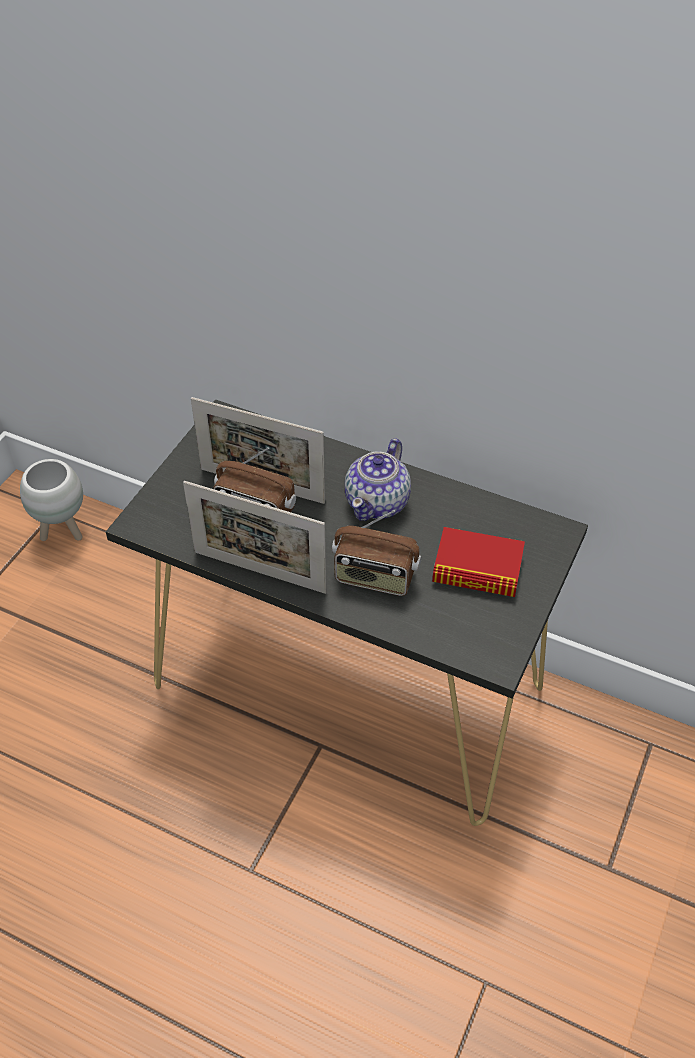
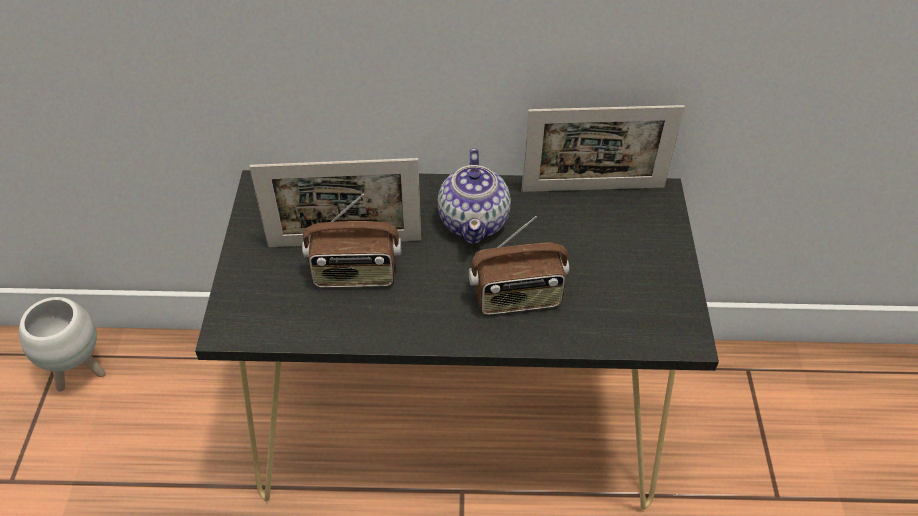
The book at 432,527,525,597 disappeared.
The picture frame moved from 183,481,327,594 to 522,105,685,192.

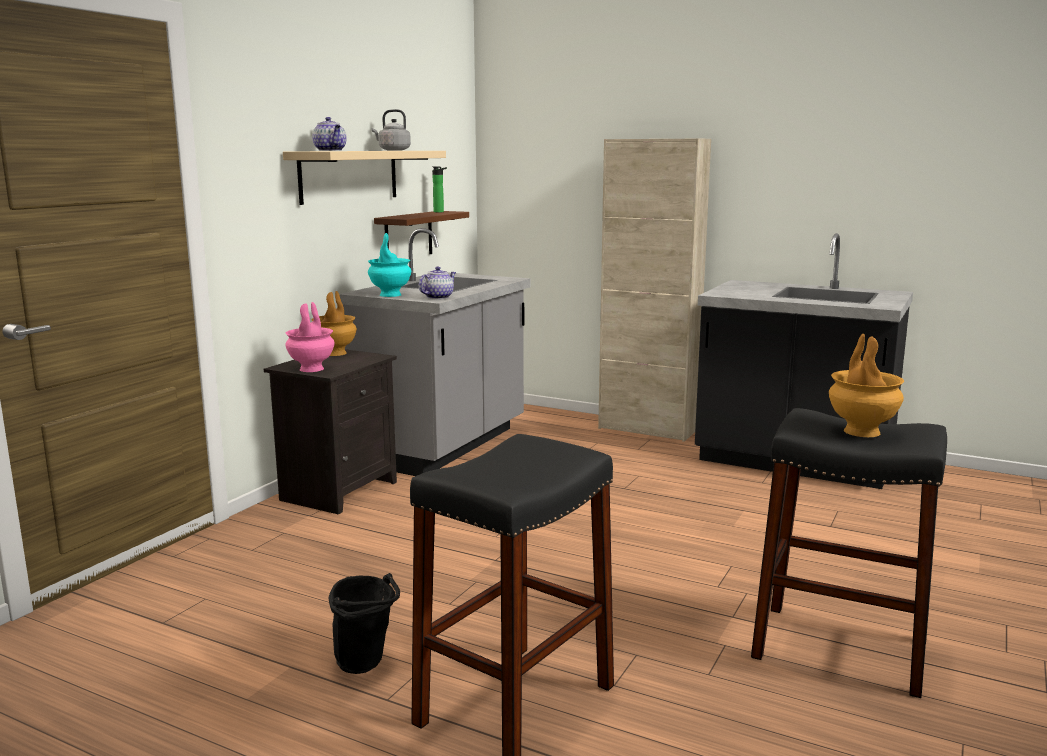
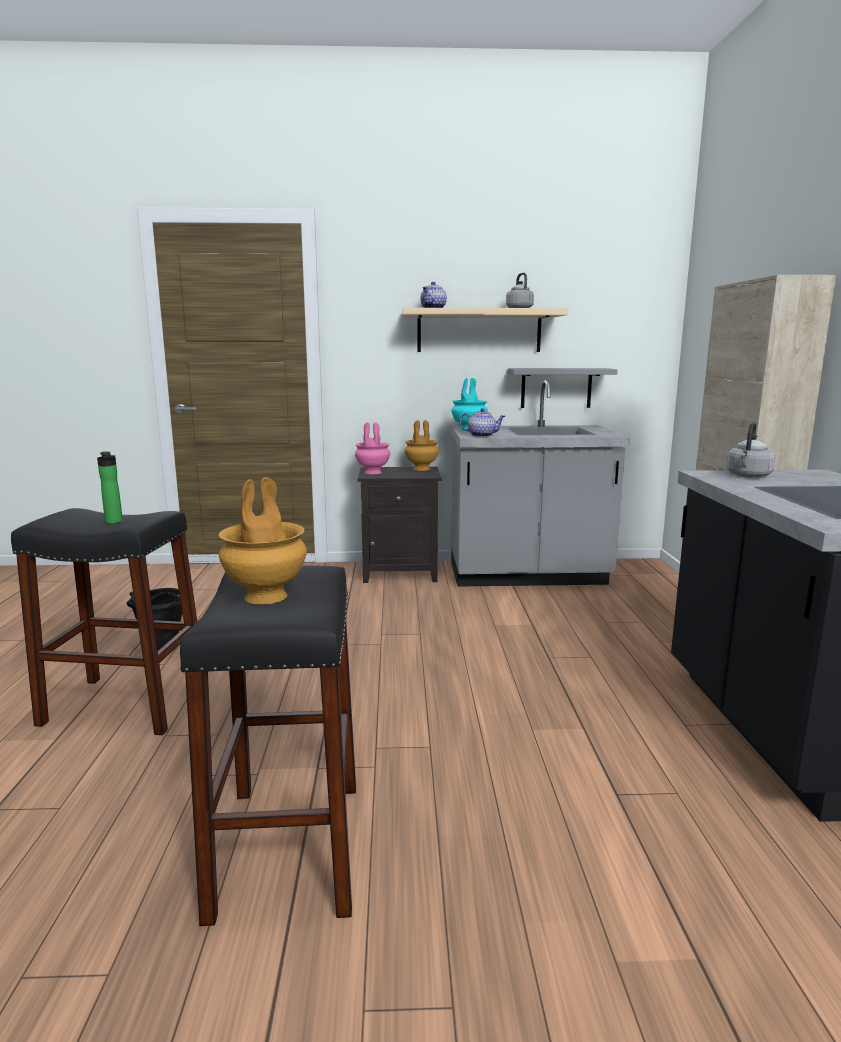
The kettle (grey) at 726,422,775,478 appeared.
The bottle moved from 432,166,447,212 to 97,451,123,524.
The shelf (brown) at 374,211,469,254 became the shelf (grey) at 508,368,617,408.

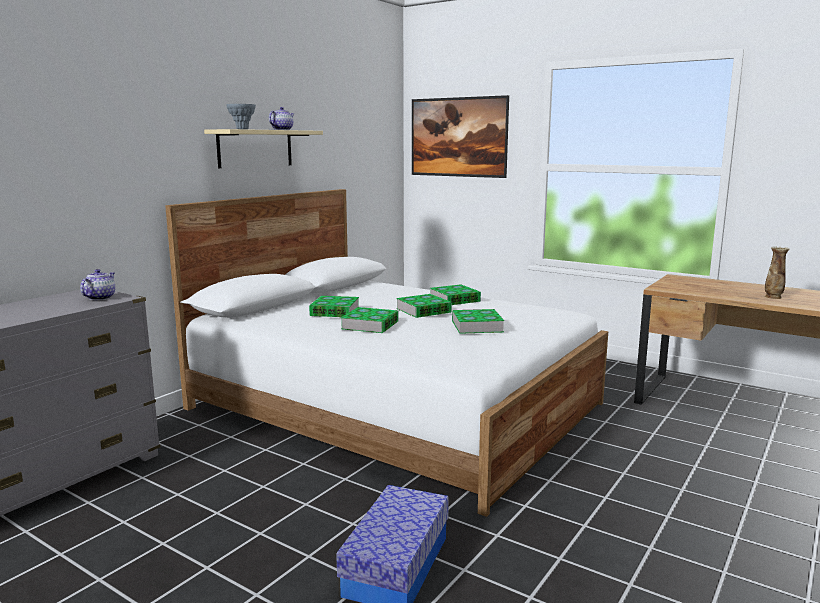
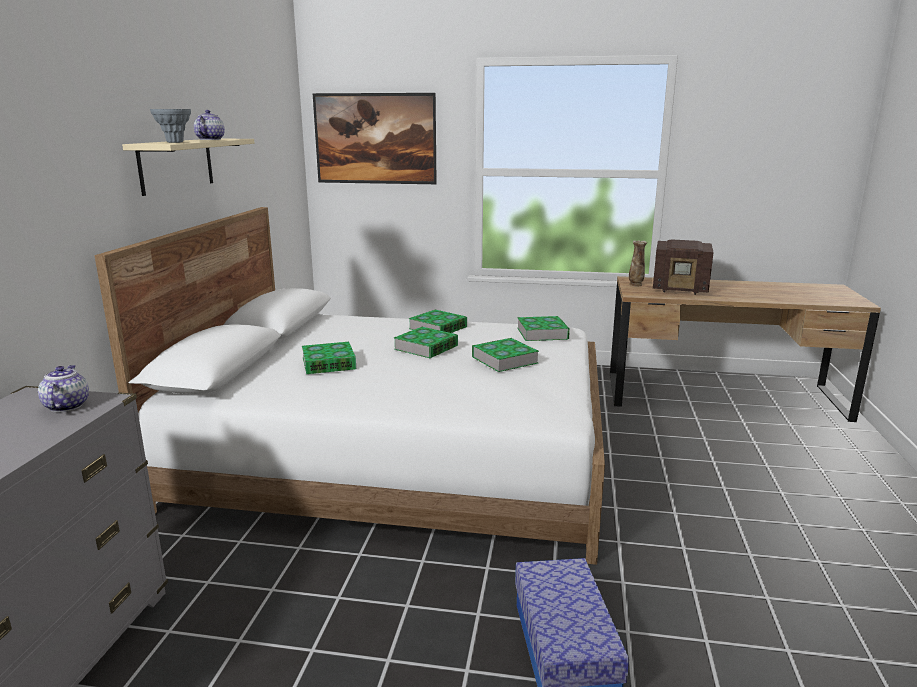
The radio at 653,240,714,295 appeared.
The book moved from 340,307,398,333 to 517,316,570,341.
The vase moved from 765,246,790,299 to 629,240,647,287.

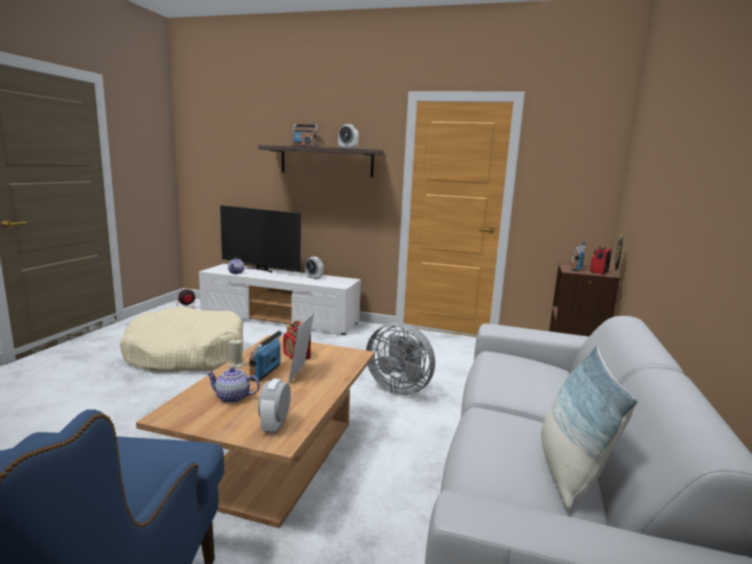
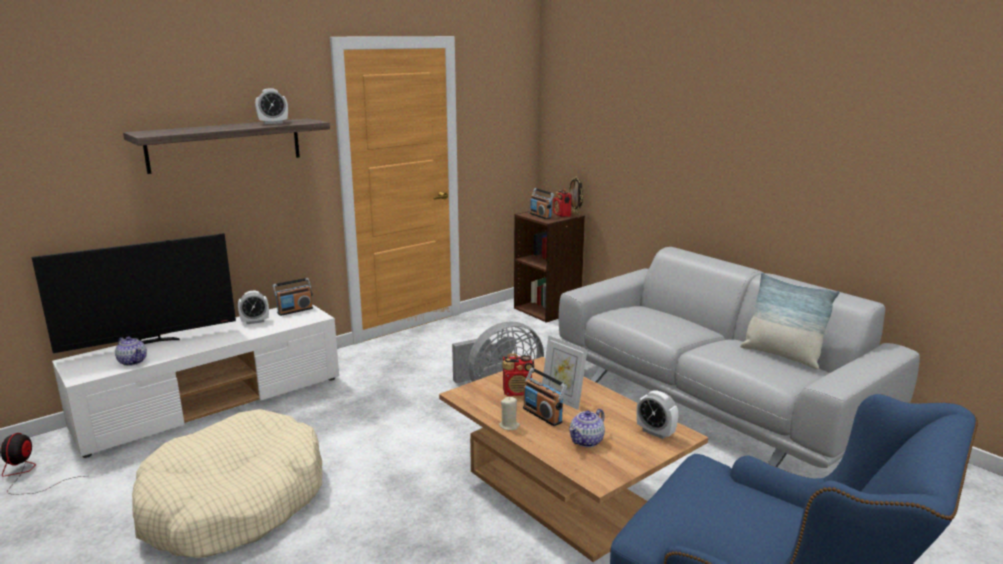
The radio moved from 292,124,318,147 to 273,278,313,316.

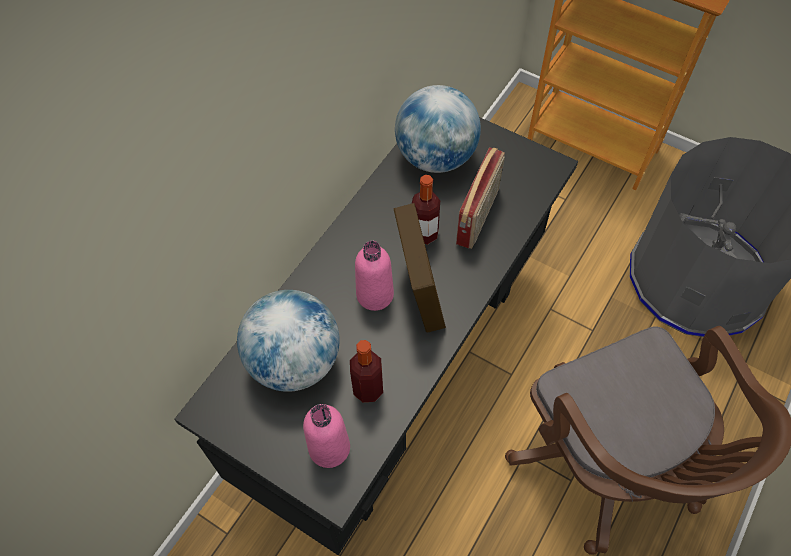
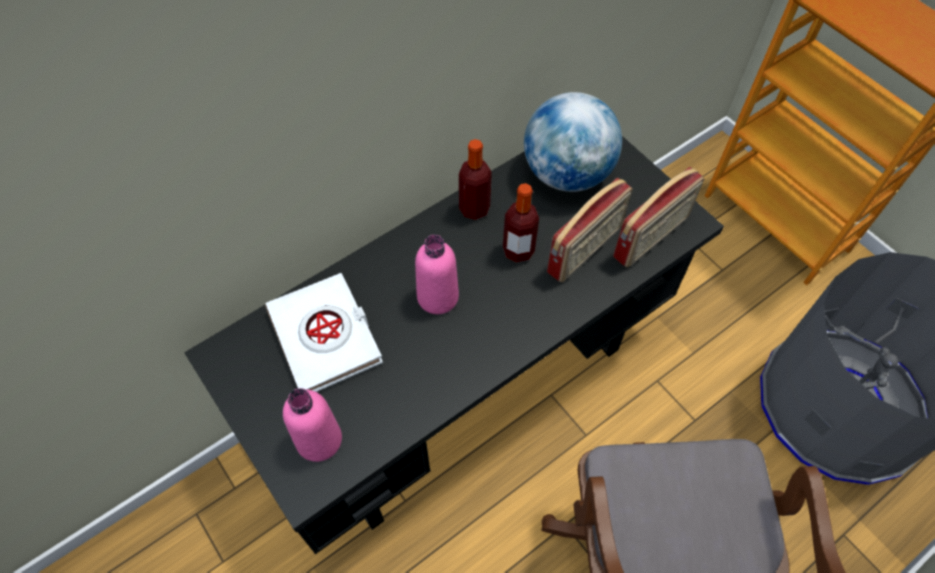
The picture frame at 394,203,446,332 disappeared.
The radio at 613,167,704,268 appeared.
The bottle moved from 350,340,383,402 to 459,139,492,220.
The globe at 237,290,339,392 was replaced by the book (white) at 265,273,383,392.

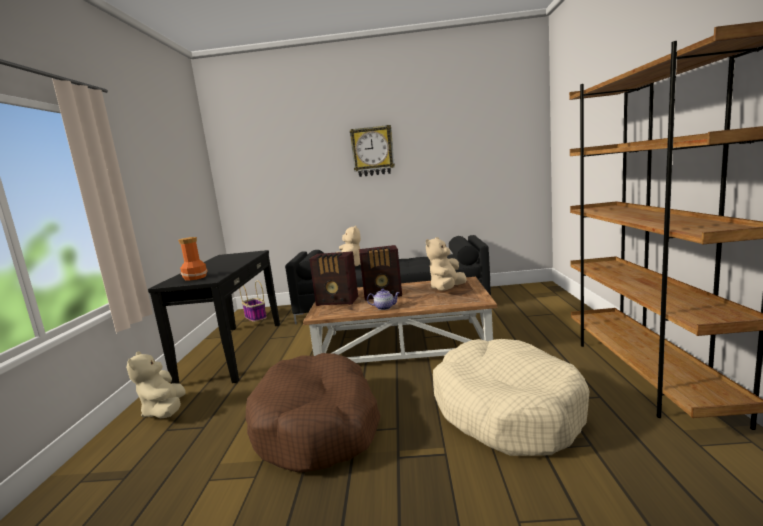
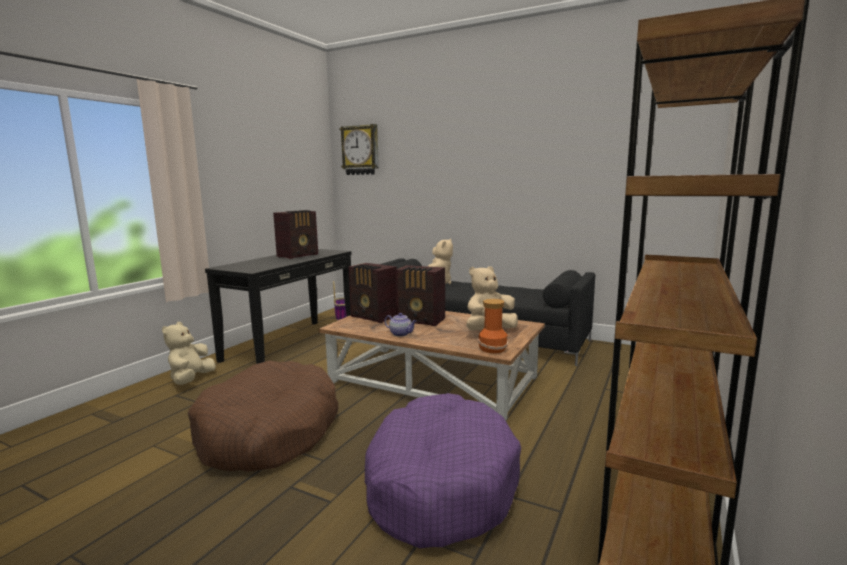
The radio at 273,210,318,259 appeared.
The vase moved from 178,237,207,281 to 478,299,508,353.
The wall clock moved from 350,125,395,177 to 340,124,379,175.
The dog bed (beige) at 433,339,589,456 became the dog bed (purple) at 365,393,521,548.

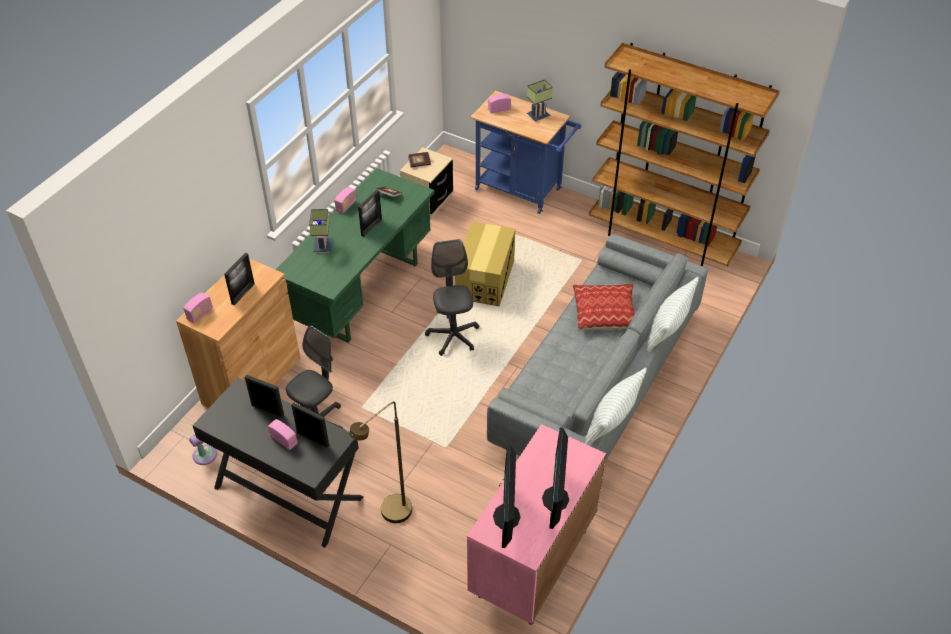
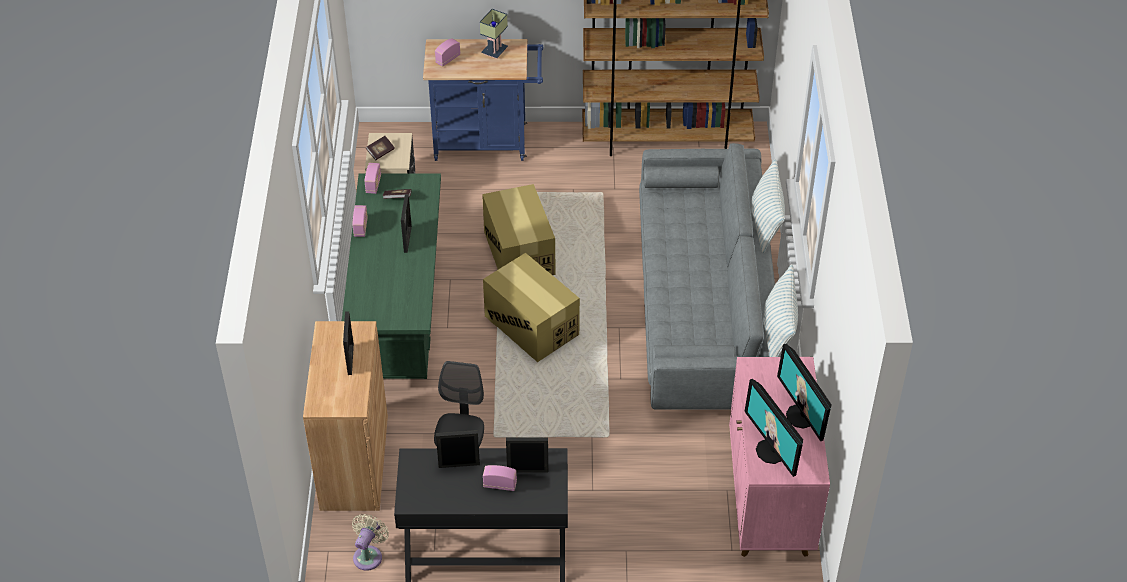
The table lamp at 309,209,332,253 disappeared.
The floor lamp (brown) at 349,401,412,523 disappeared.
The pillow at 573,284,635,331 disappeared.
The radio moved from 183,292,213,323 to 364,163,381,194.
The office chair (grey) at 425,239,479,356 was replaced by the cardboard box at 483,253,580,362.

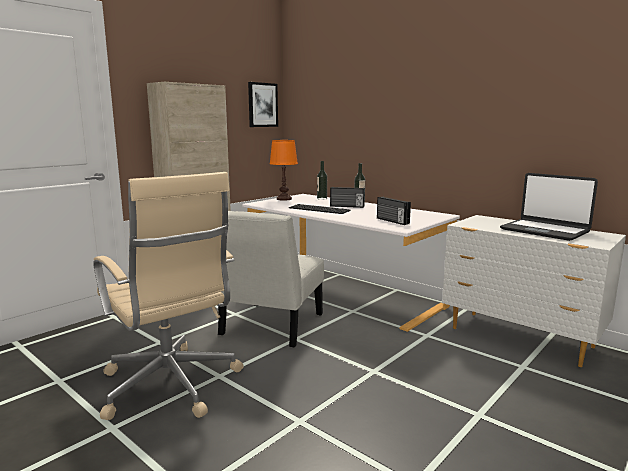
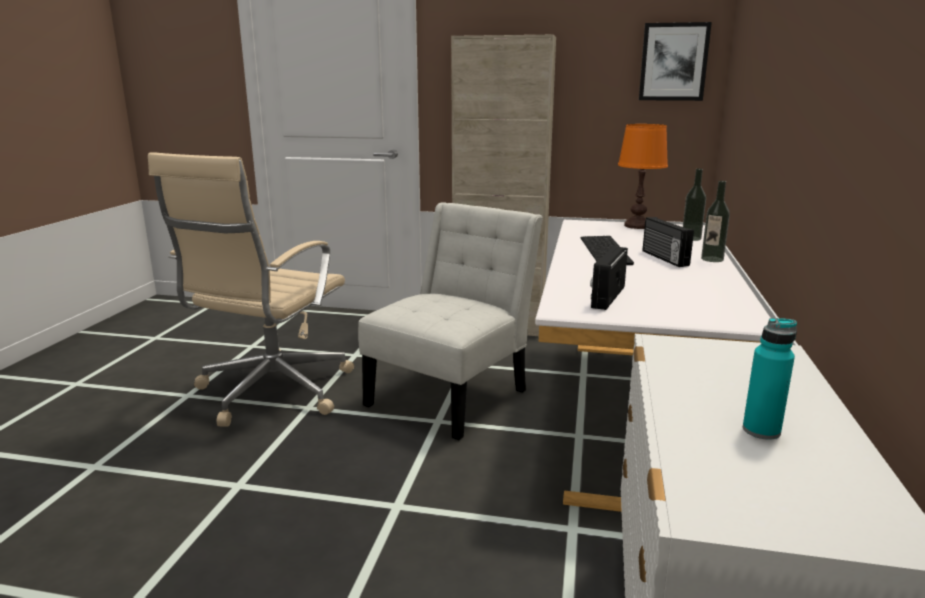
The laptop at 500,173,598,241 was replaced by the bottle (turquoise) at 743,318,797,440.
The chair (white) at 218,211,324,347 turned 135 degrees clockwise.

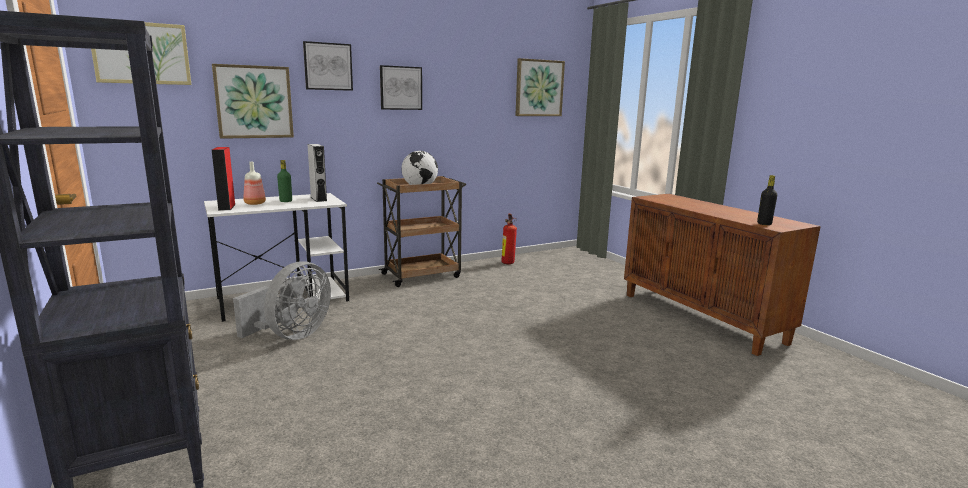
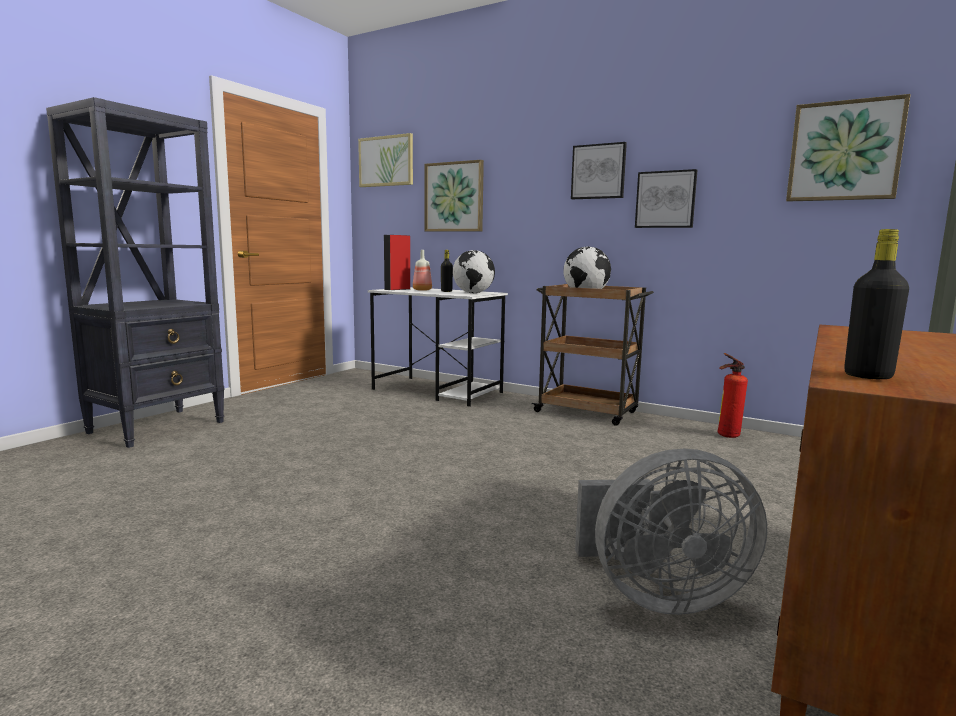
The fan (grey) moved from 233,262,331,340 to 575,449,767,615.
The picture moved from 303,41,353,91 to 635,169,697,228.
The speaker (grey) at 307,144,327,202 was replaced by the globe at 453,250,495,293.
The bottle (green) at 277,160,292,202 became the bottle (black) at 441,250,453,292.

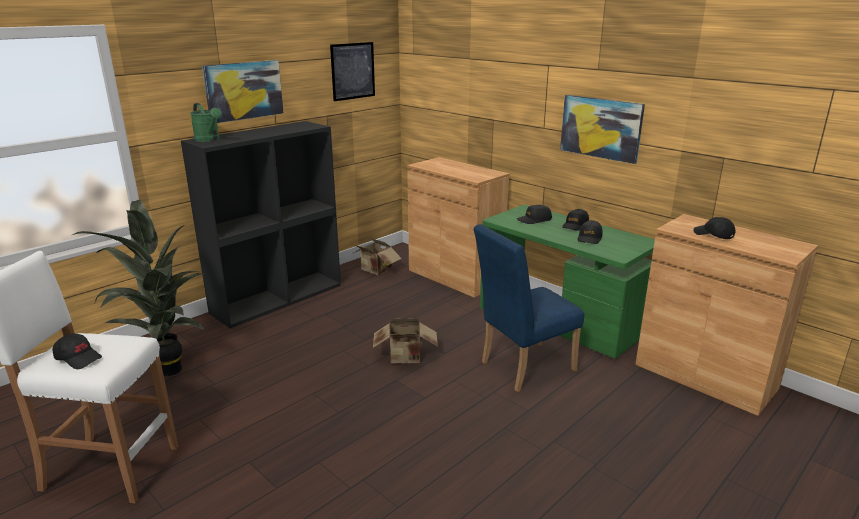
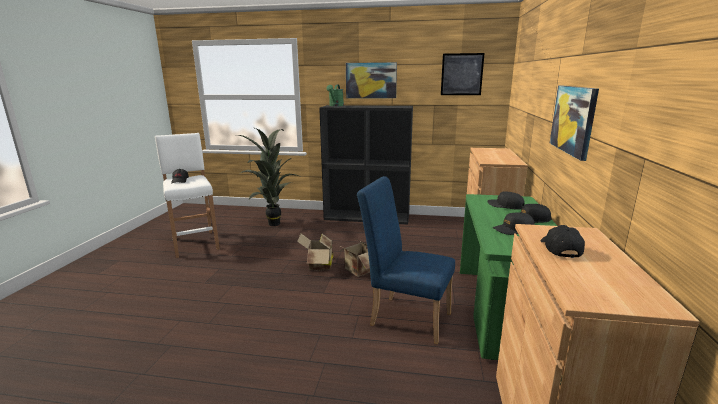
The cardboard box moved from 352,237,402,275 to 297,233,334,271.

